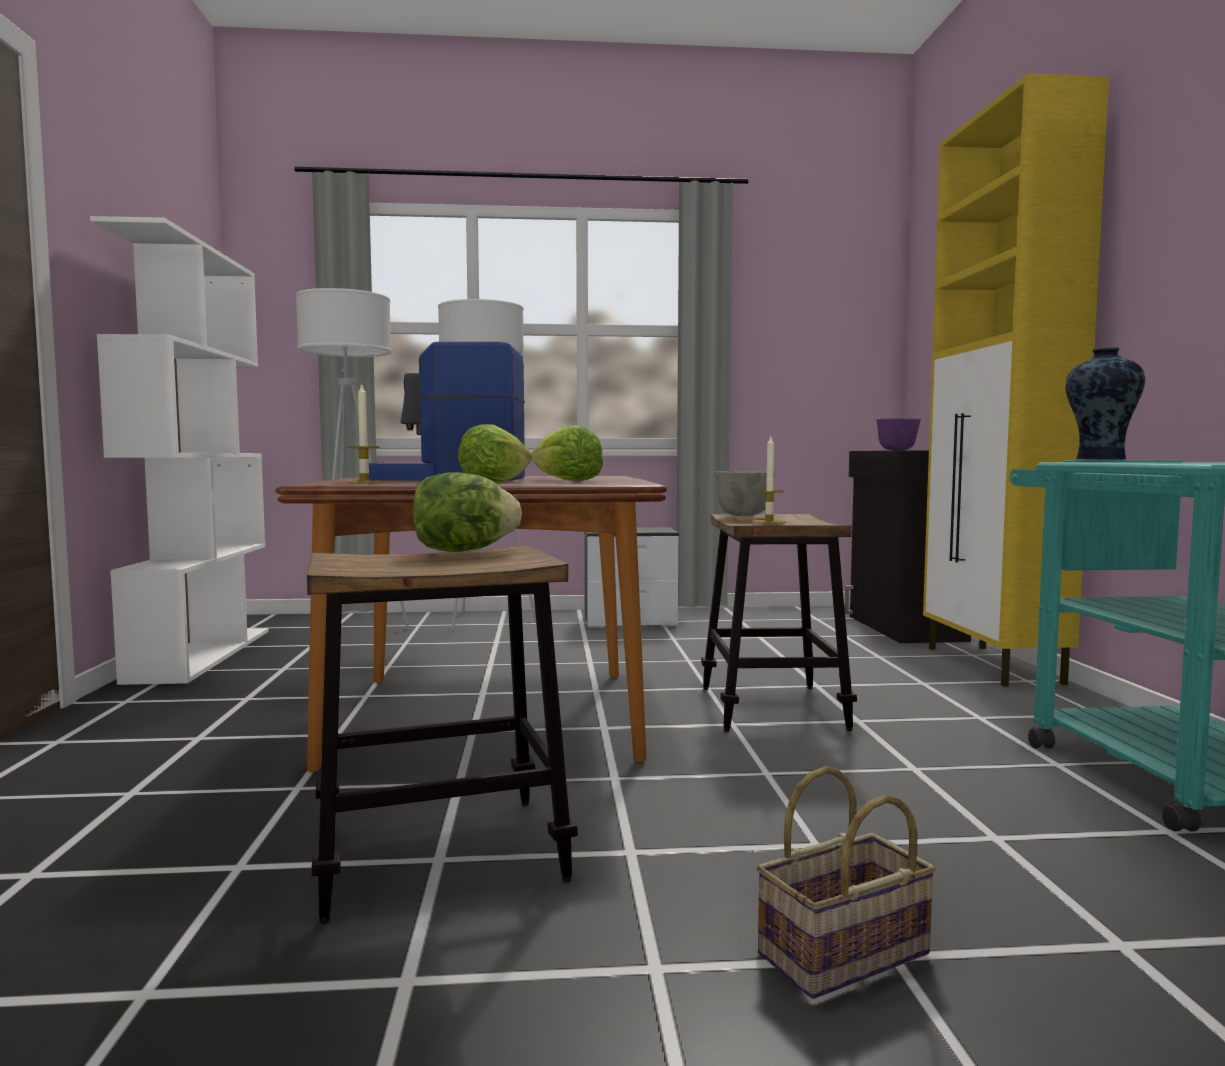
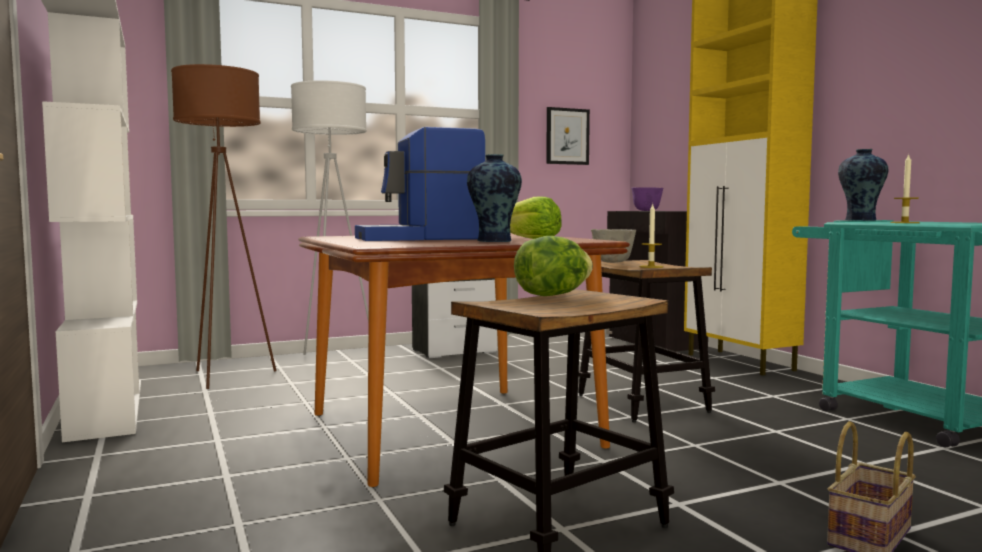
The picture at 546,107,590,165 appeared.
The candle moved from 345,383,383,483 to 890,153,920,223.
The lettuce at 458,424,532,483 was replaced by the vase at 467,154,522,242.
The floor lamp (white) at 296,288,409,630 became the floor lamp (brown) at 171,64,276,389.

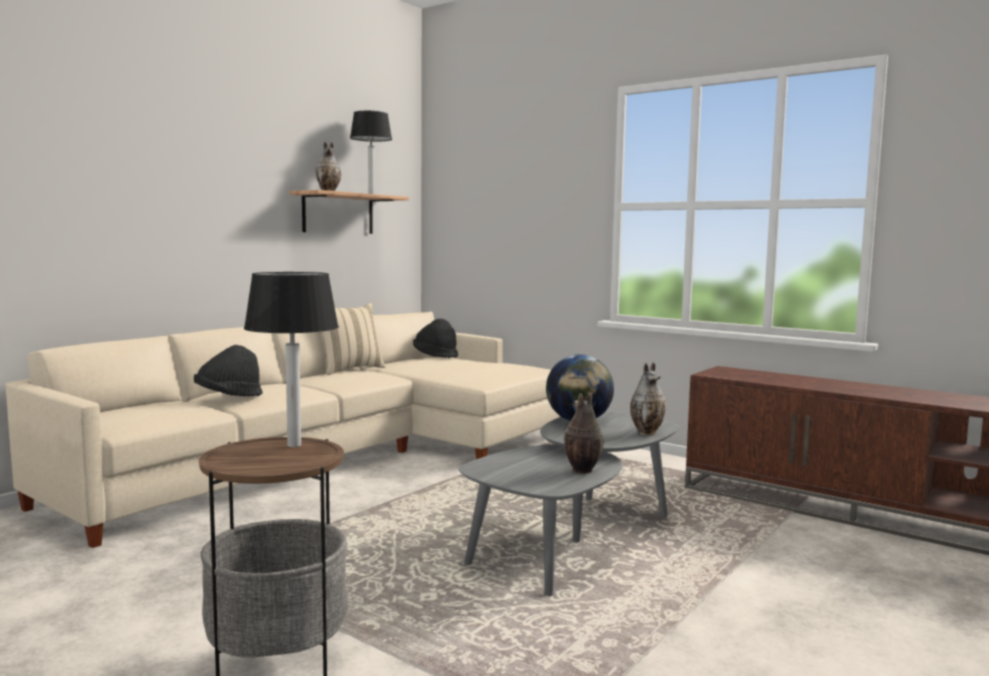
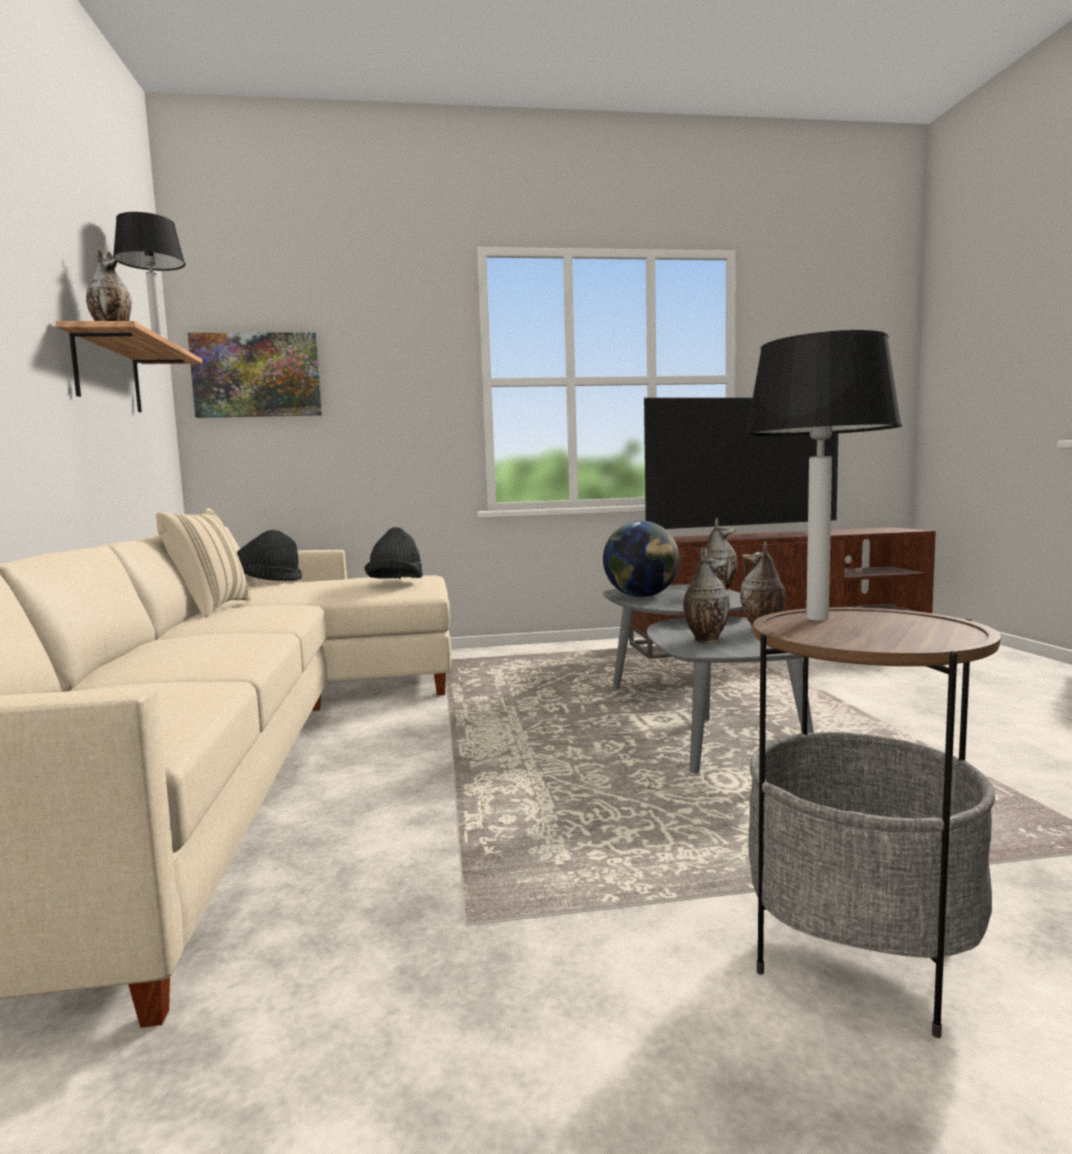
The picture at 188,332,322,418 appeared.
The television at 644,398,838,529 appeared.
The vase at 683,547,730,643 appeared.
The hat (black) moved from 194,345,263,397 to 365,527,423,579.

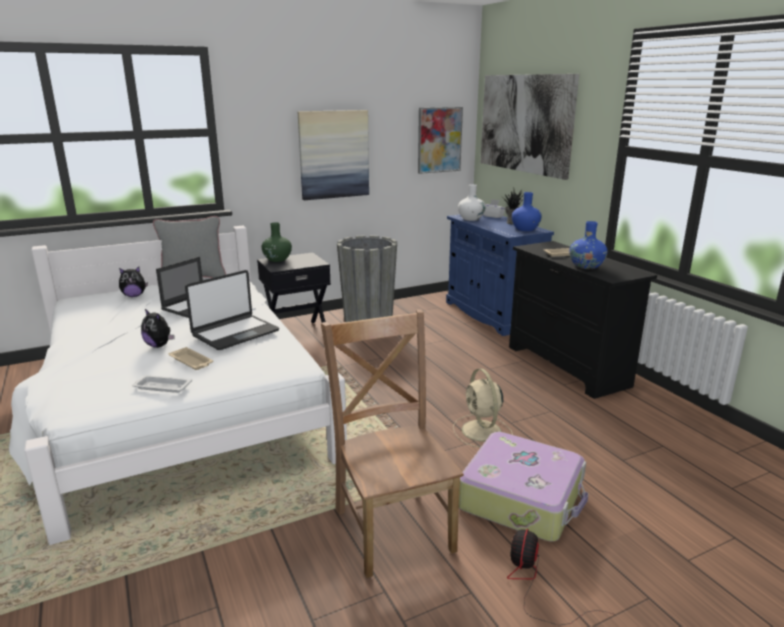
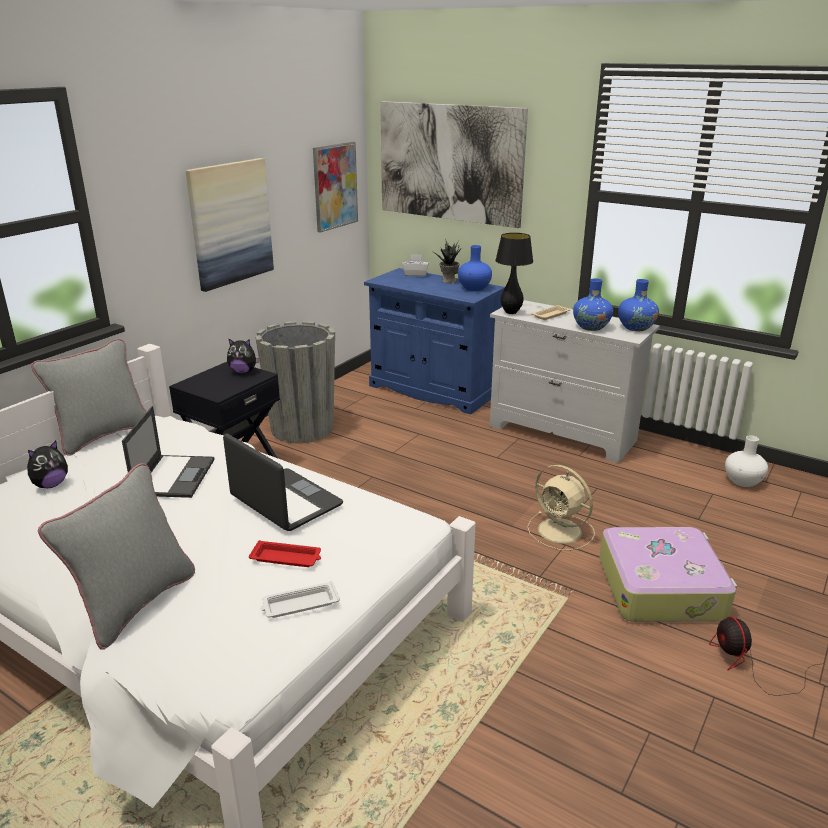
The vase (green) at 262,222,292,262 disappeared.
The chair (brown) at 321,309,464,578 disappeared.
The pillow (grey) at 38,463,195,650 appeared.
The table lamp (black) at 495,233,533,314 appeared.
The vase (blue) at 618,279,659,331 appeared.
The plush toy moved from 141,309,175,348 to 227,338,261,374.
The vase (white) moved from 458,184,485,221 to 725,435,768,487.
The tray (beige) at 168,347,213,370 became the tray (red) at 249,540,321,567.
The dresser (black) at 509,241,657,399 became the dresser (white) at 490,300,660,463.
The laptop at 185,270,279,350 turned 60 degrees counterclockwise.

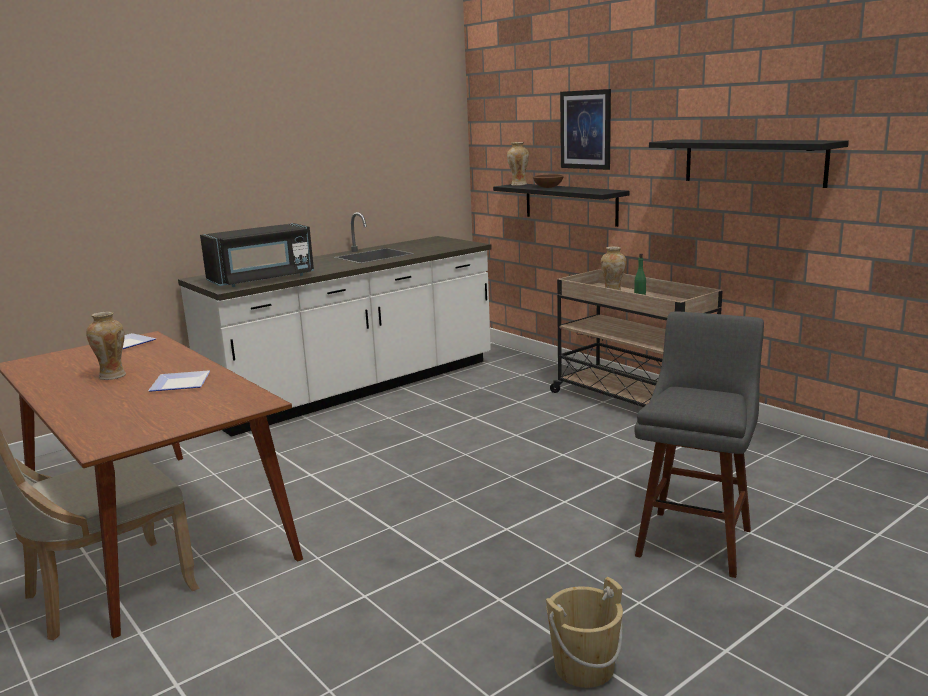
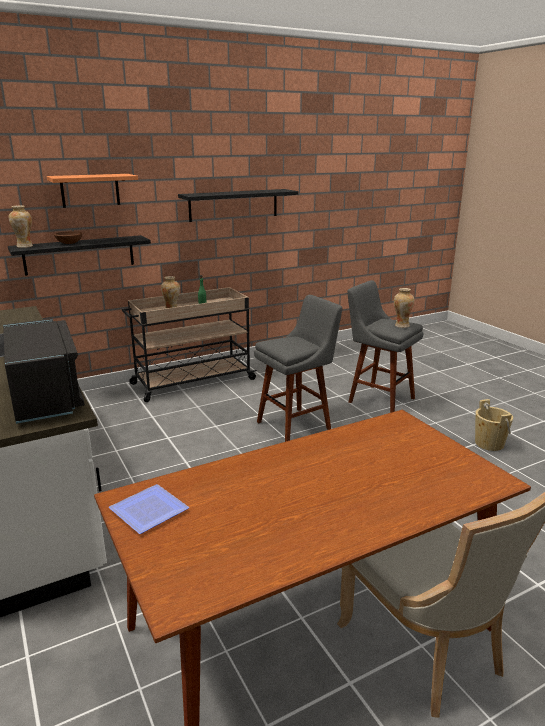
The plate at 148,370,210,392 disappeared.
The stool (grey) at 254,295,343,442 appeared.
The vase moved from 86,312,126,380 to 394,288,414,328.
The picture at 560,89,611,170 was replaced by the shelf at 47,174,138,208.

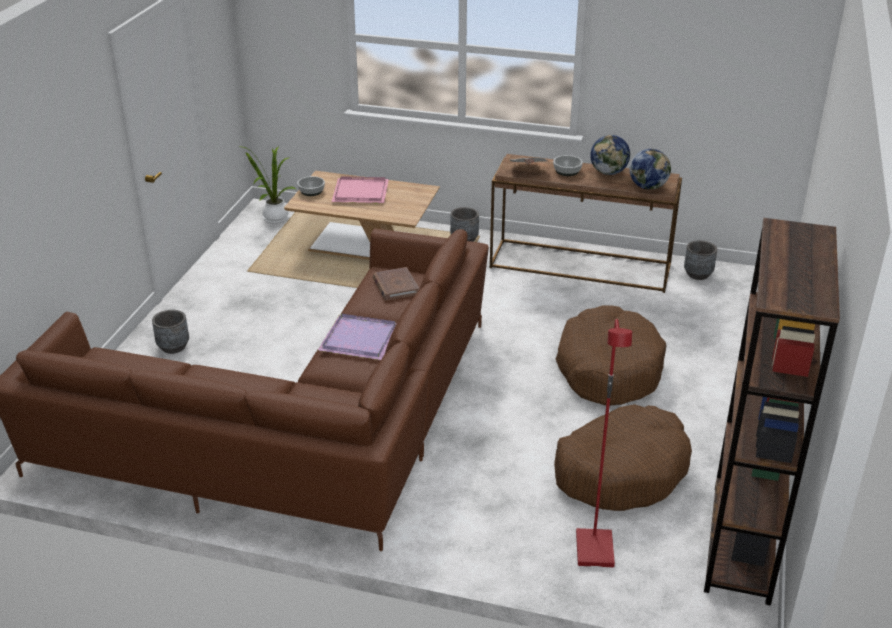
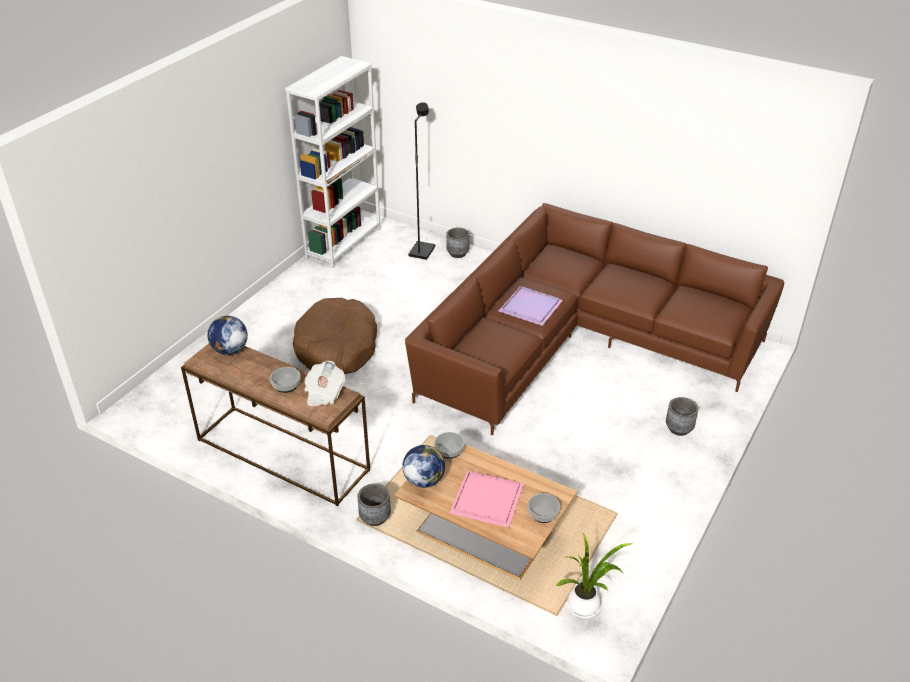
The book (brown) at 373,267,419,300 disappeared.
The dog bed (brown) at 554,404,692,511 disappeared.
The bowl at 434,432,465,459 appeared.
The globe moved from 590,135,630,175 to 402,445,445,488.
The planter (grey) moved from 684,240,717,280 to 446,227,470,258.
The floor lamp (red) at 576,319,632,567 became the floor lamp (black) at 409,102,435,260.
The bookcase (brown) at 704,218,840,606 became the bookcase (white) at 285,56,381,268.

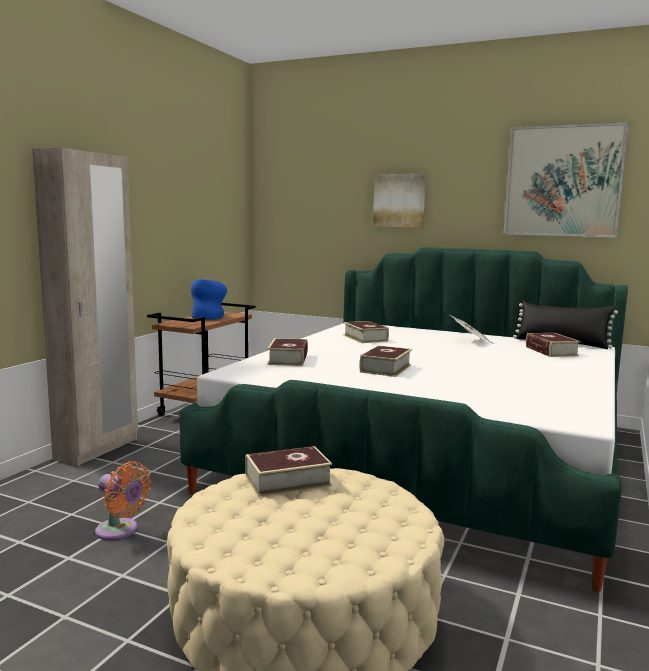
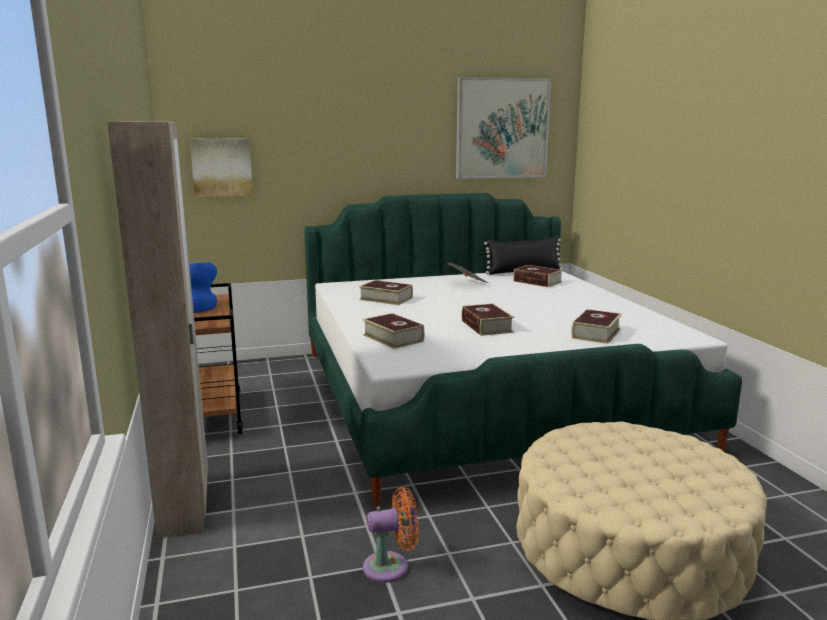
The book moved from 245,446,332,497 to 571,309,622,344.
The picture moved from 373,174,426,228 to 190,138,253,197.

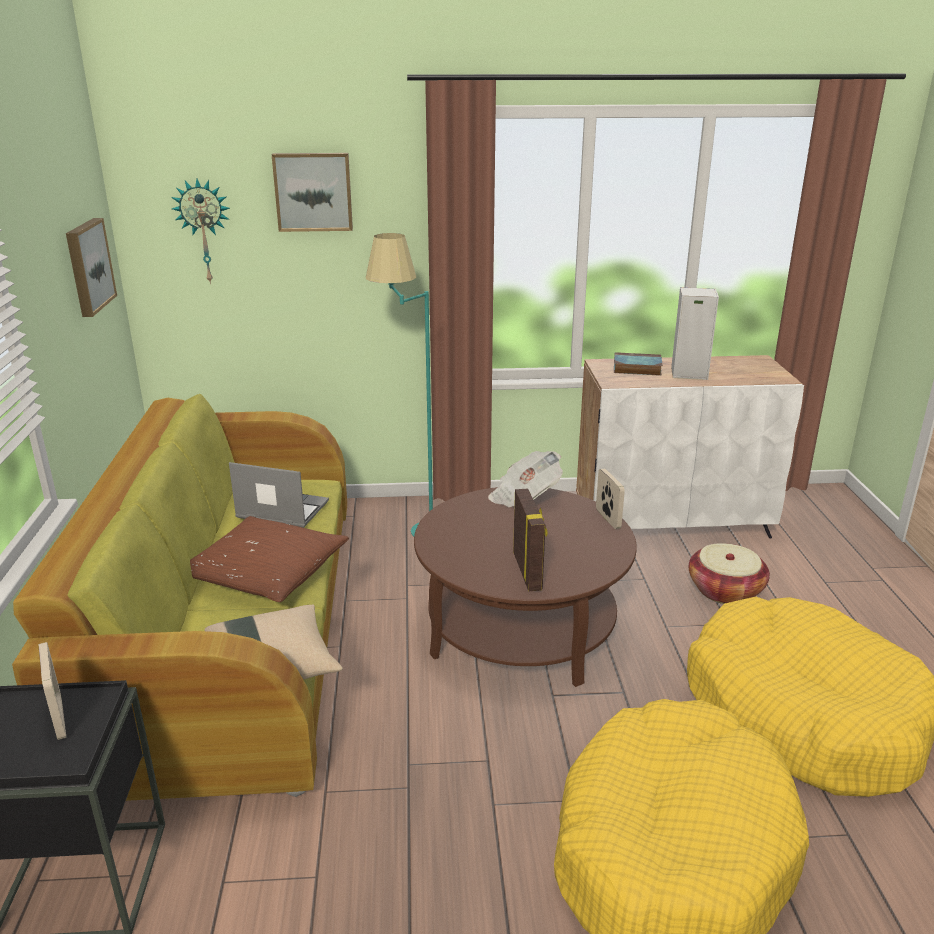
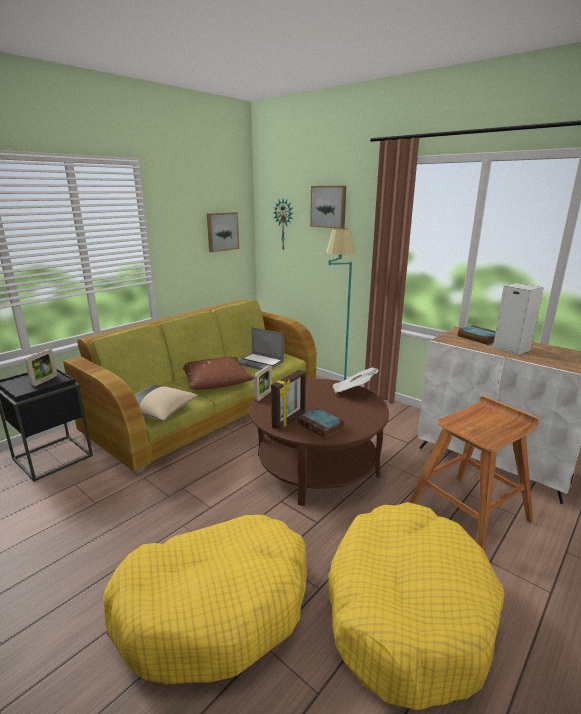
The book at 297,408,344,438 appeared.
The picture frame moved from 596,468,625,529 to 254,365,272,401.
The basket at 689,543,770,604 was replaced by the stool (brown) at 409,396,540,552.
The laptop at 229,462,329,528 turned 150 degrees clockwise.

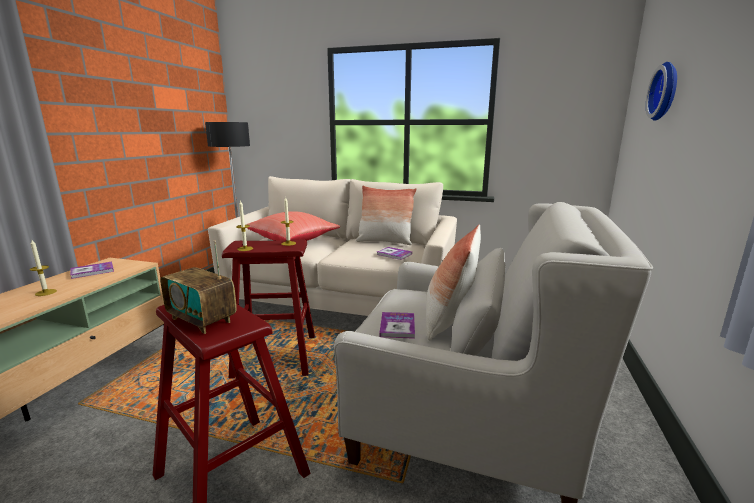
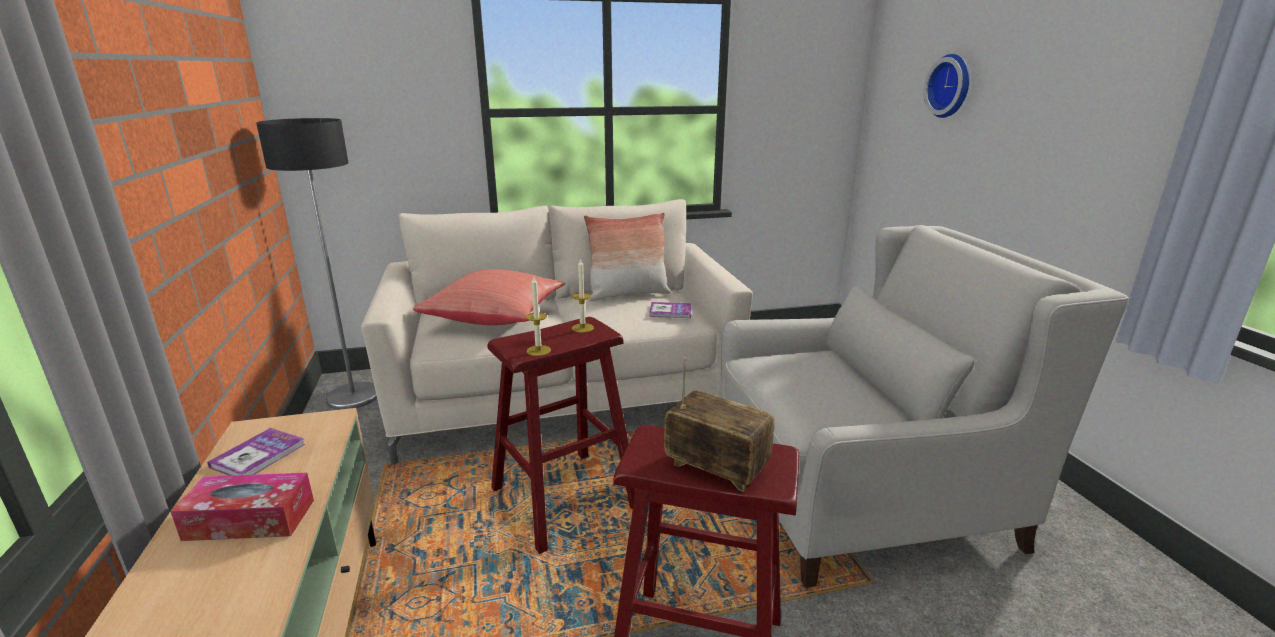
The book at 379,312,415,339 disappeared.
The pillow at 426,225,481,340 disappeared.
The candle at 30,240,57,296 was replaced by the tissue box at 170,473,314,541.
The radio at 160,240,237,334 turned 150 degrees counterclockwise.

